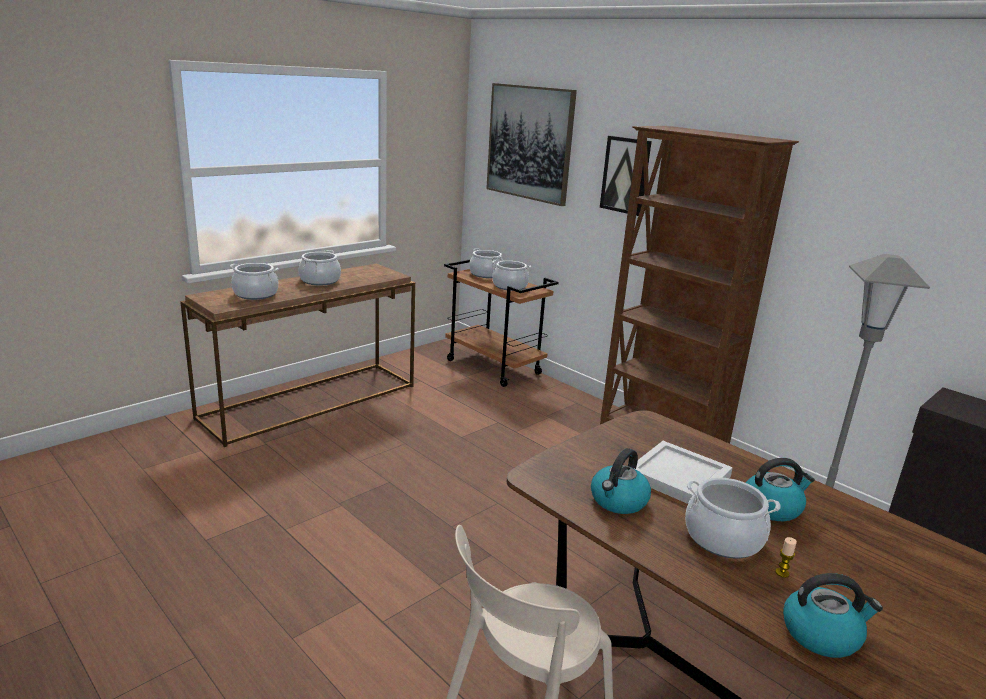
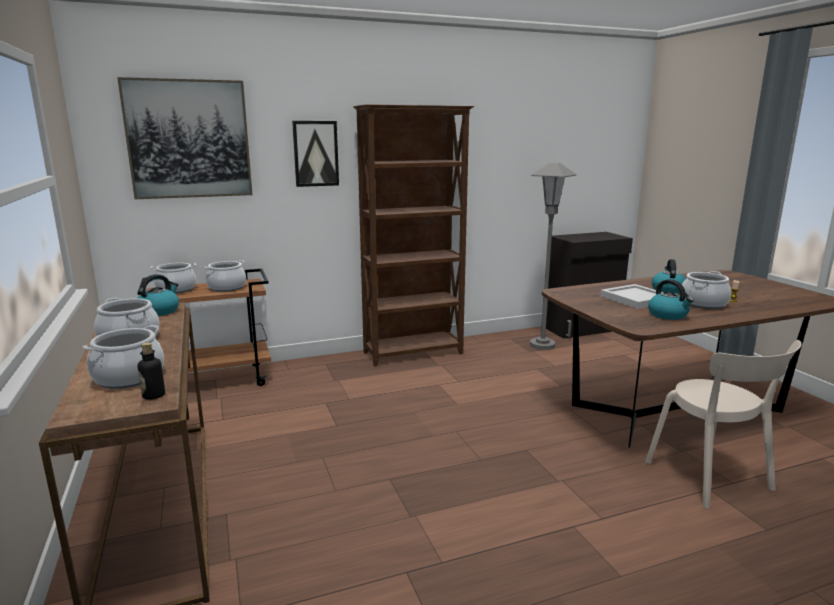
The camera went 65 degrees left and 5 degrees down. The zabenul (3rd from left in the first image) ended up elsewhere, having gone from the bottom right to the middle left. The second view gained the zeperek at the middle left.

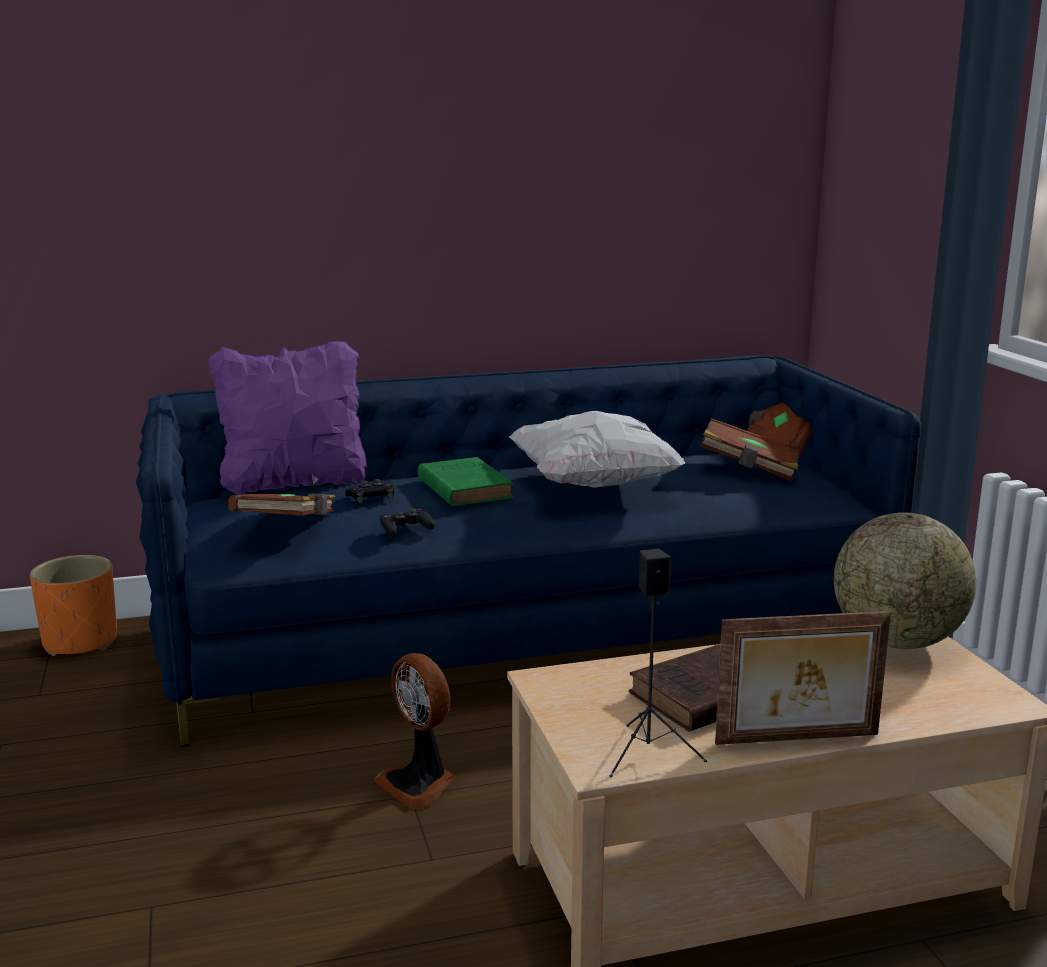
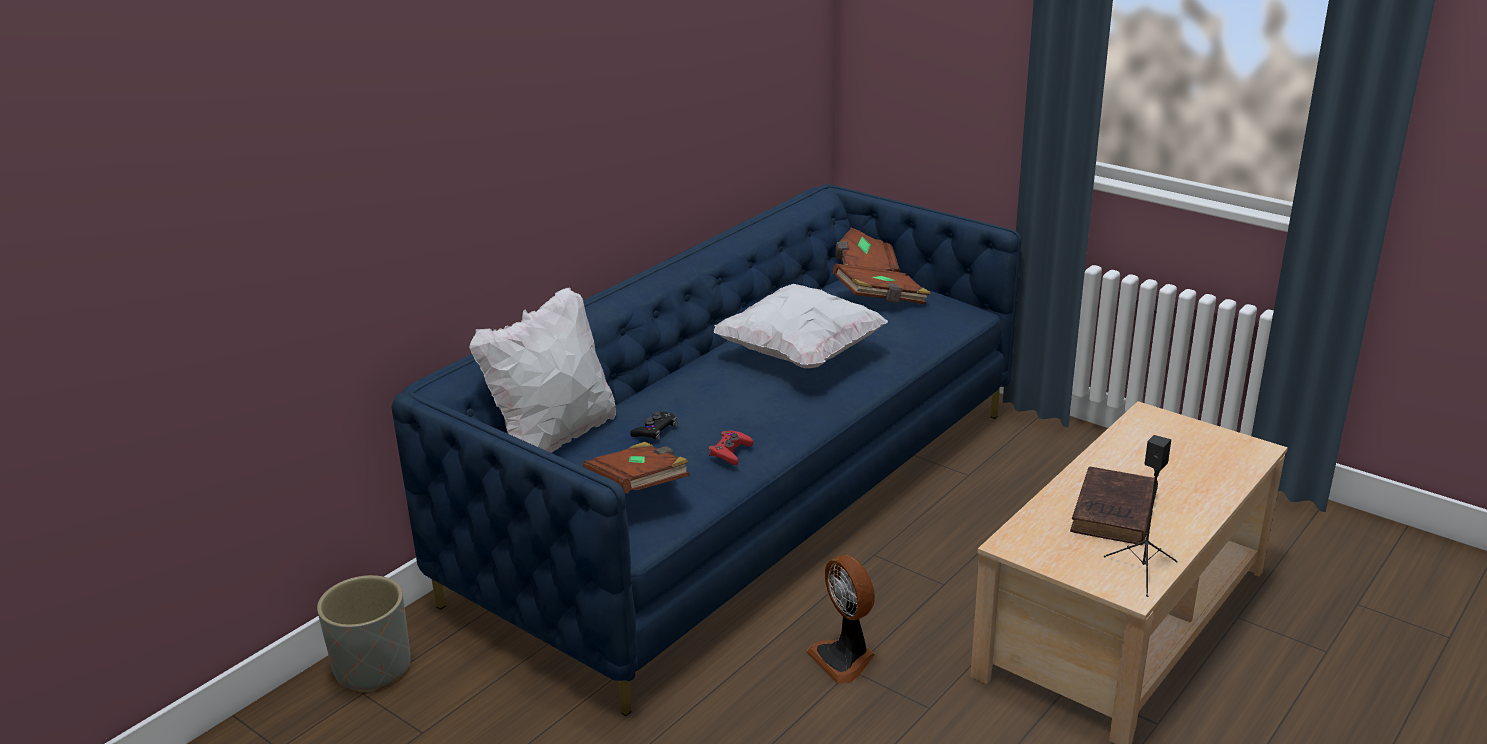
The camera went 35 degrees left and 10 degrees up. What was the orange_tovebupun at the middle left turned into the grey_tovebupun at the bottom left. What was the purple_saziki at the middle left turned into the white_saziki (1st from left) at the centre. What was the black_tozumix (2nd from left) at the centre turned into the red_tozumix at the centre. The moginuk at the bottom centre ended up facing another way, 45 degrees clockwise from before. The second view lost the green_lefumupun at the centre. The second view lost the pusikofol at the bottom right. The second view lost the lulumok at the middle right.

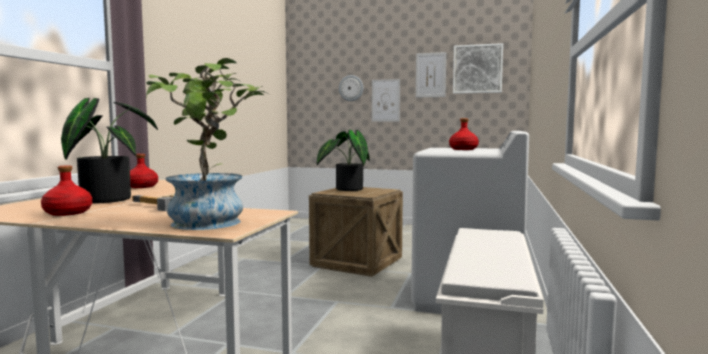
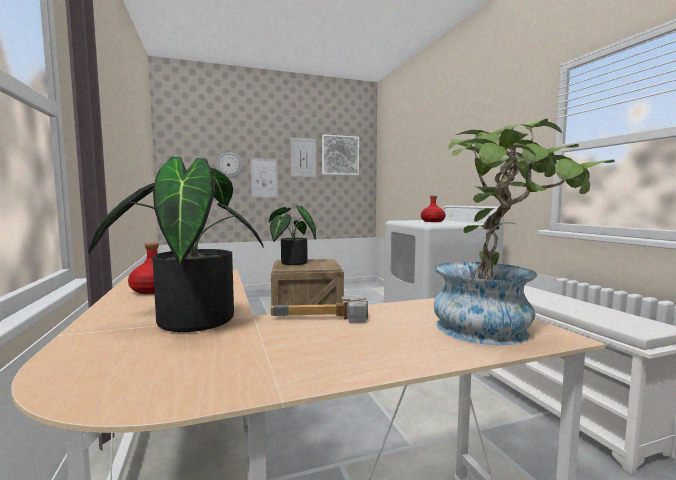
The camera went 35 degrees left and 0 degrees up. The second view lost the red_zeperek (1st from left) at the middle left.

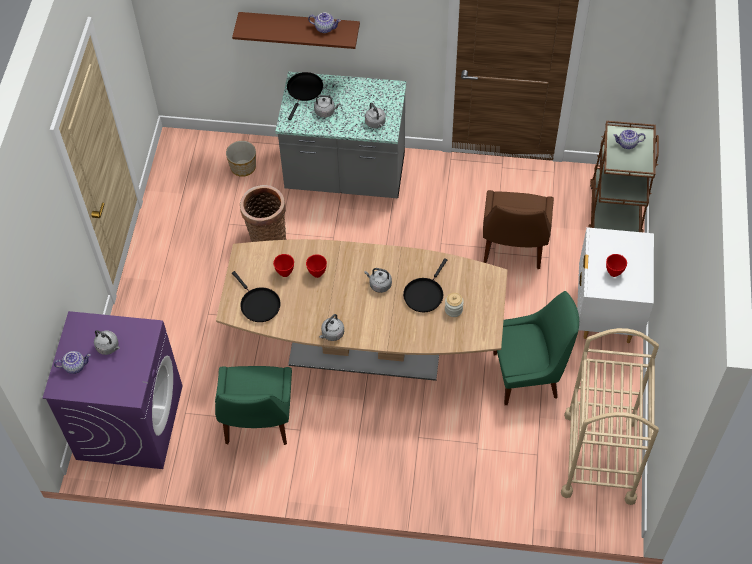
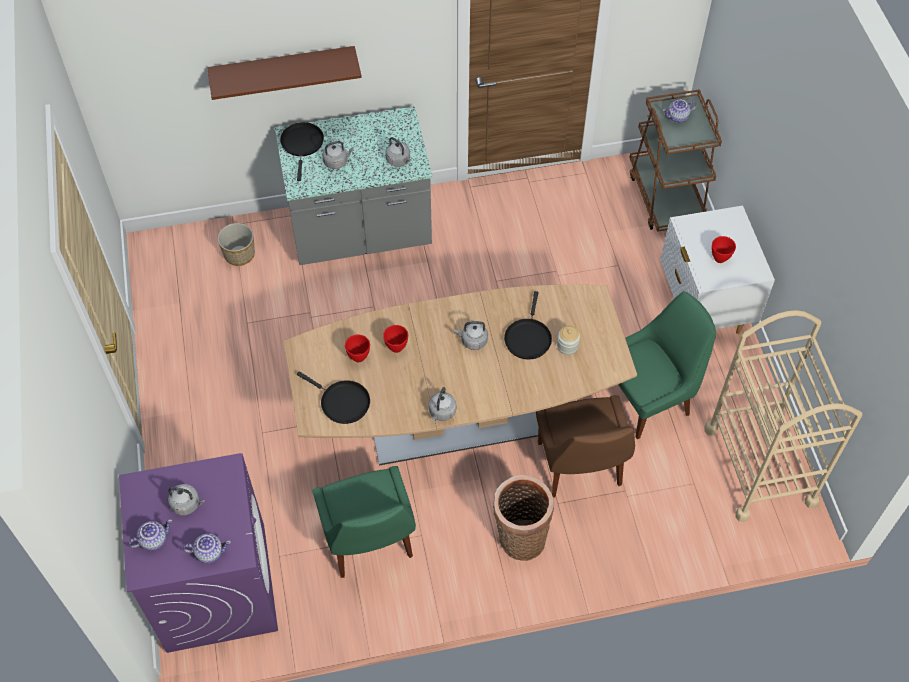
The camera went 20 degrees left and 0 degrees up. The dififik (2nd from left) ended up elsewhere, having gone from the top centre to the bottom left. The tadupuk ended up elsewhere, having gone from the centre to the bottom centre. The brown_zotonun ended up elsewhere, having gone from the middle right to the centre.

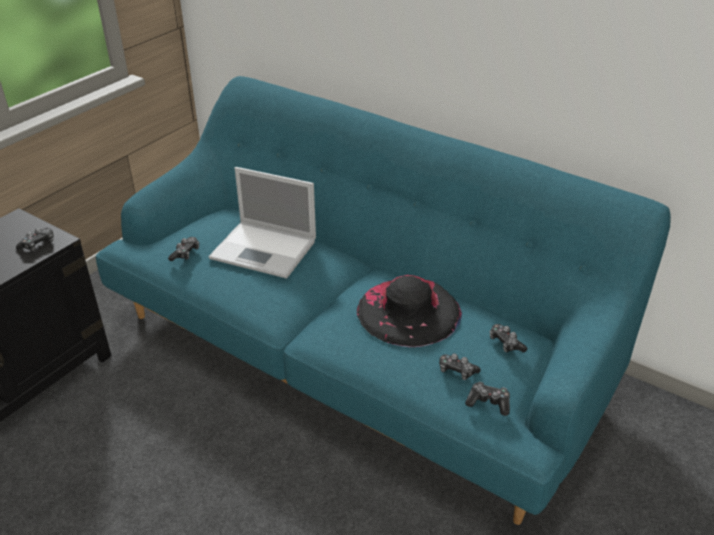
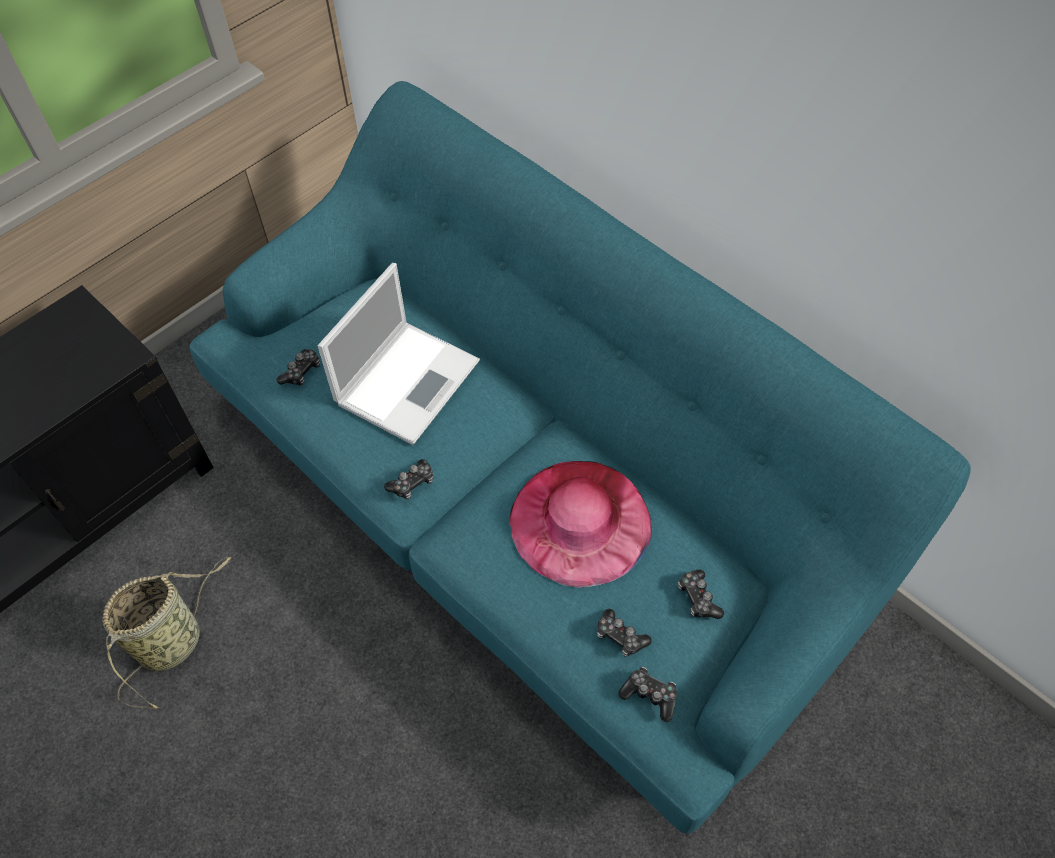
The camera went 10 degrees right and 20 degrees up. The second view gained the tadupuk at the bottom left. The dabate at the centre ended up facing another way, 90 degrees counterclockwise from before. The tozumix (1st from left in the first image) ended up elsewhere, having gone from the middle left to the centre. What was the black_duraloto at the centre turned into the pink_duraloto at the centre.

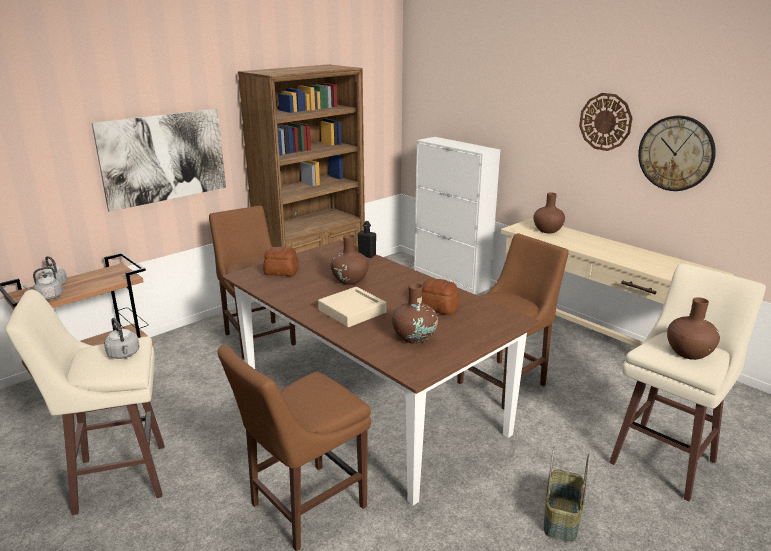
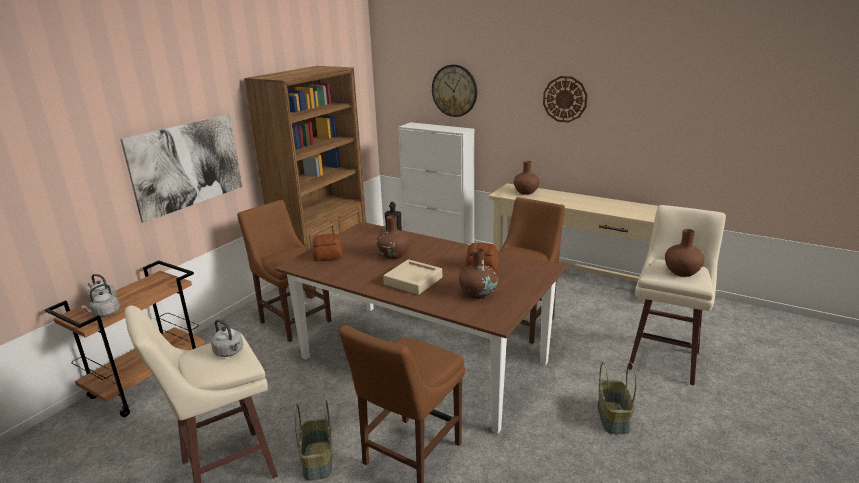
The camera went 15 degrees left and 0 degrees up. The second view gained the tadupuk (1st from left) at the bottom centre. The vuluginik (2nd from left in the first image) ended up elsewhere, having gone from the top right to the top centre.

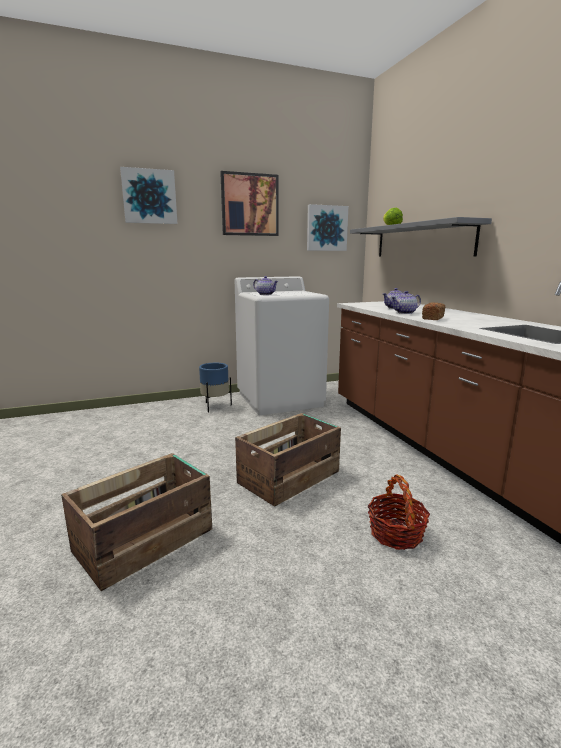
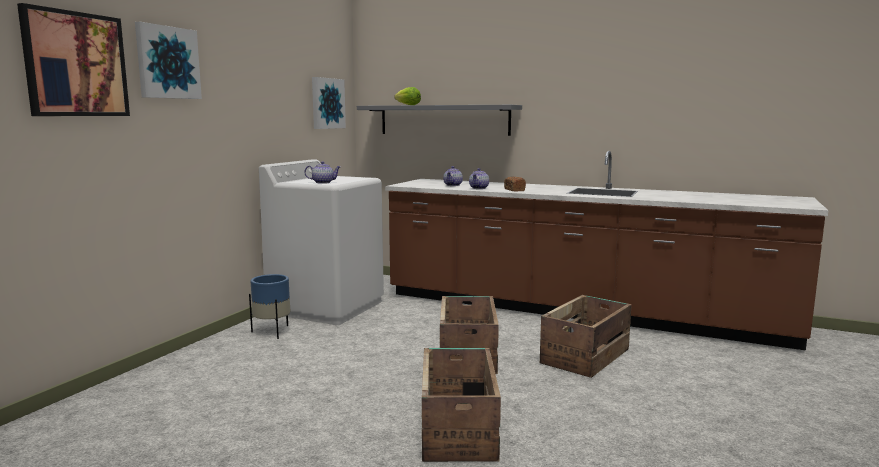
The camera went 45 degrees left and 5 degrees down. The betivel (2nd from left in the first image) ended up elsewhere, having gone from the top centre to the top left. Where the tadupuk stood at the bottom right, the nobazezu (3rd from left) came to stand at the bottom right.

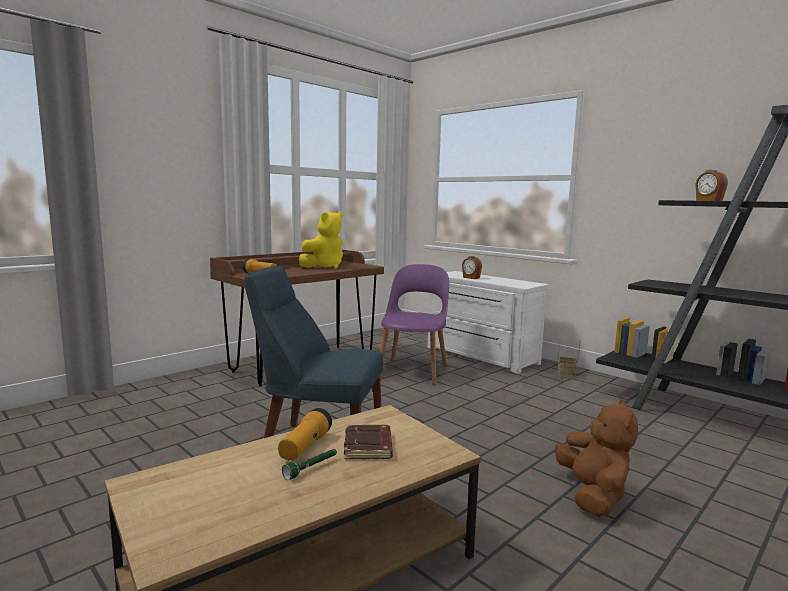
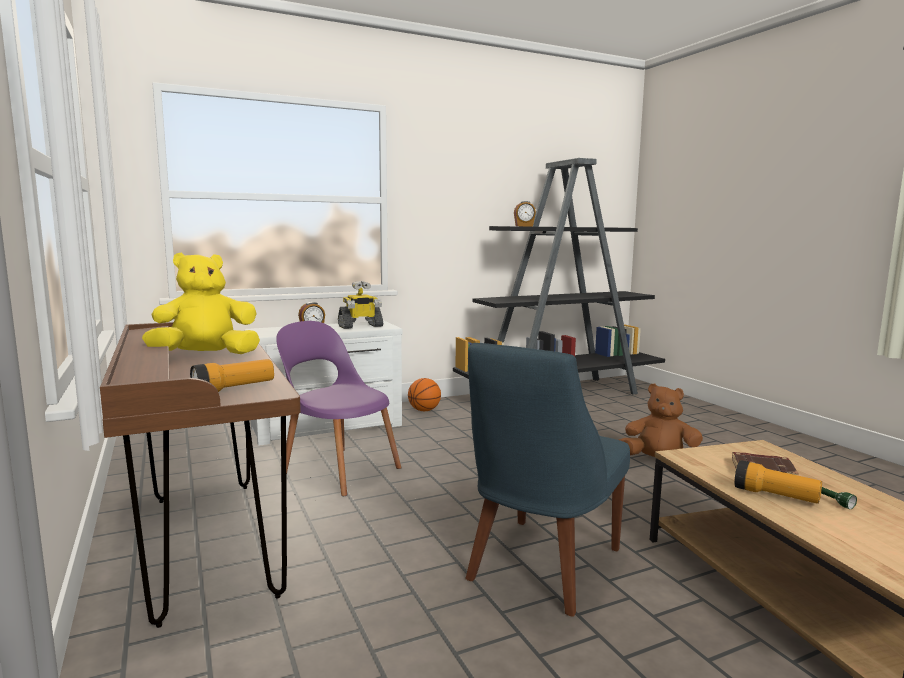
The camera went 70 degrees left and 0 degrees up. The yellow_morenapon at the centre ended up facing another way, 90 degrees counterclockwise from before. The second view gained the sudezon at the centre. Where the tadupuk stood at the middle right, the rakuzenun came to stand at the centre.

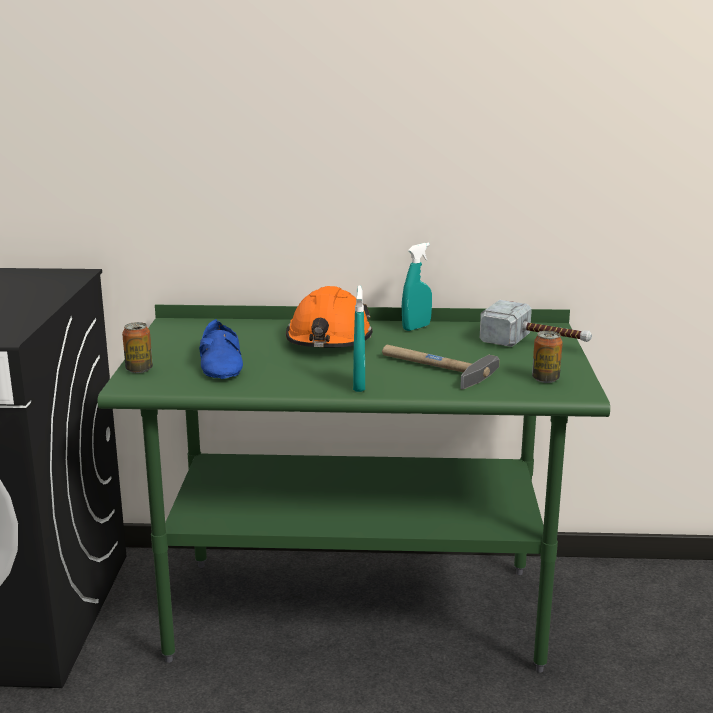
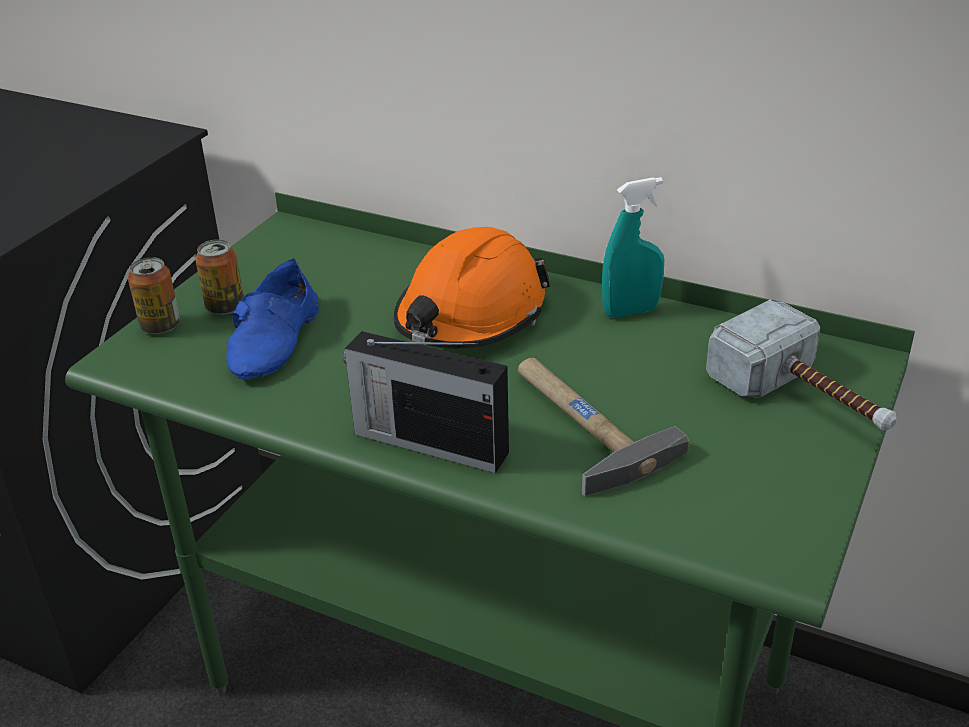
The camera went 25 degrees right and 15 degrees up. The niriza (2nd from left) ended up elsewhere, having gone from the middle right to the middle left. Where the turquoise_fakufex (1st from left) stood at the centre, the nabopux came to stand at the centre.

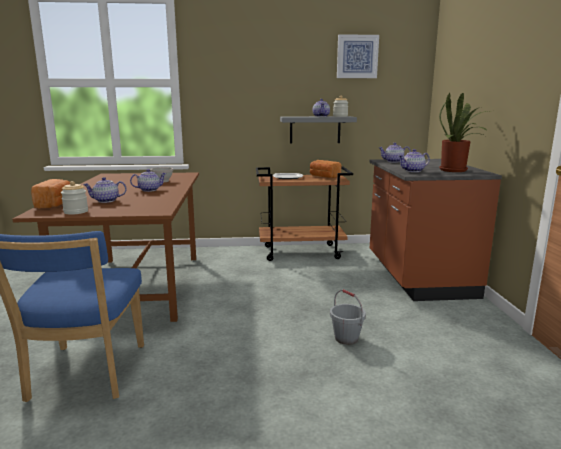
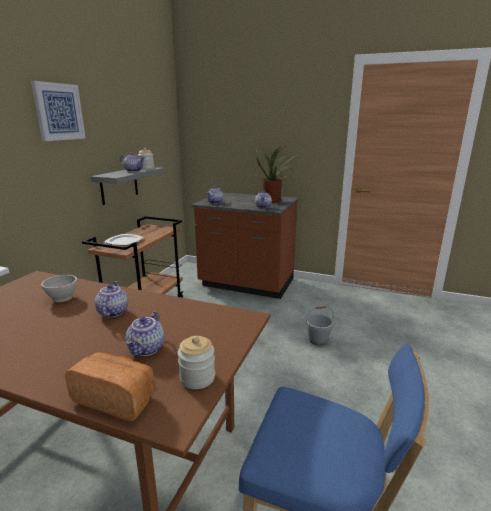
The camera went 65 degrees left and 5 degrees up. The betivel ended up elsewhere, having gone from the top centre to the top left. The second view lost the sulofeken (2nd from left) at the centre.

